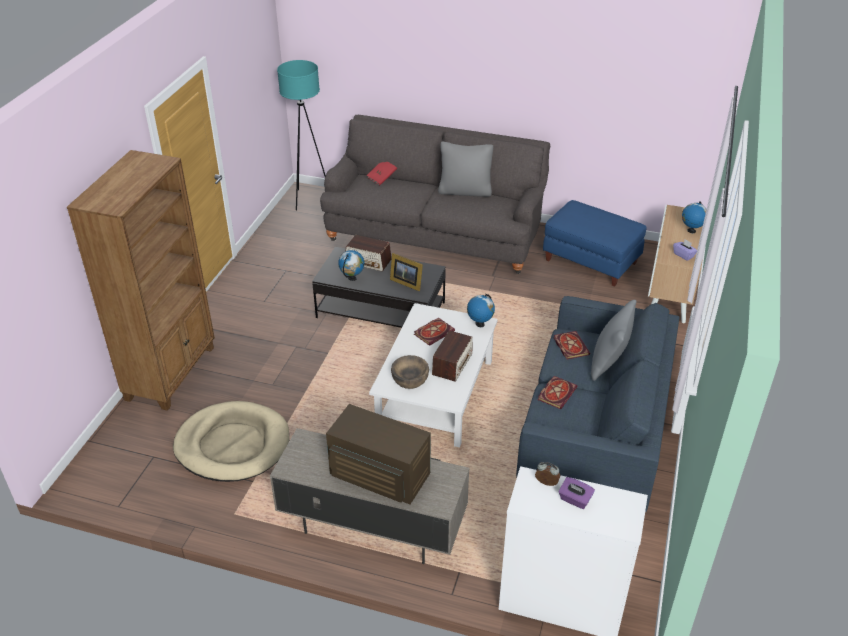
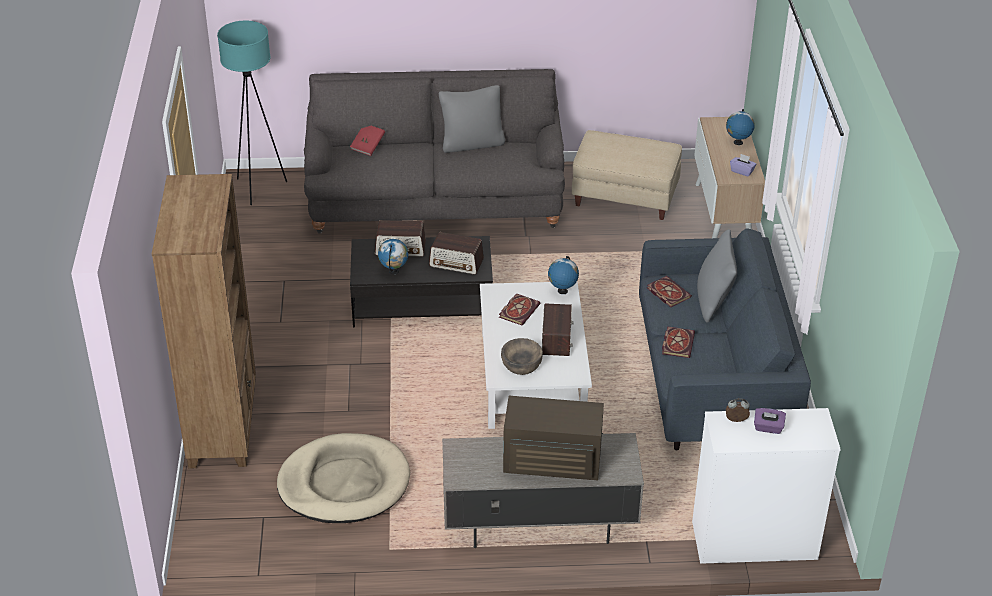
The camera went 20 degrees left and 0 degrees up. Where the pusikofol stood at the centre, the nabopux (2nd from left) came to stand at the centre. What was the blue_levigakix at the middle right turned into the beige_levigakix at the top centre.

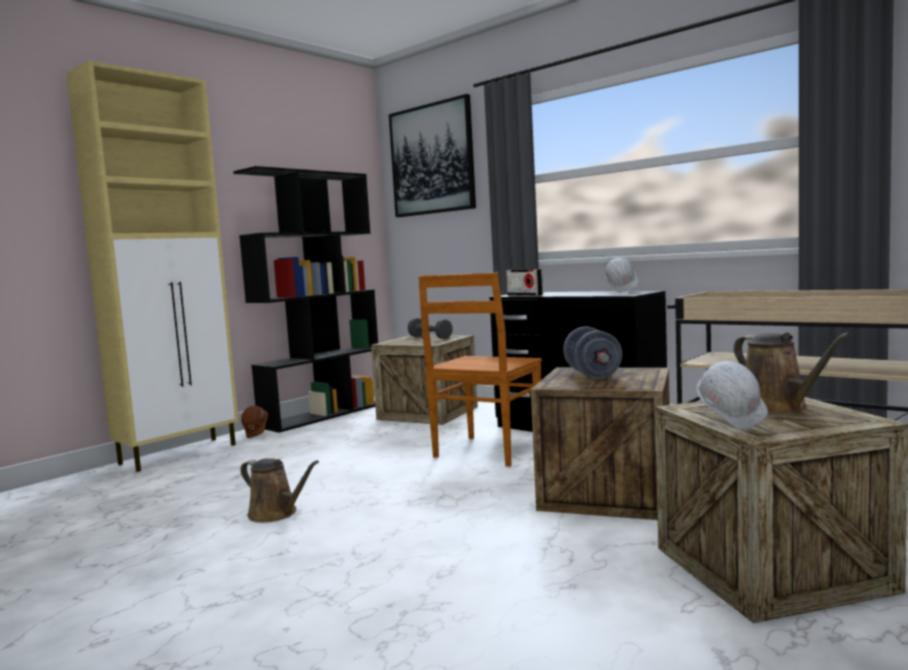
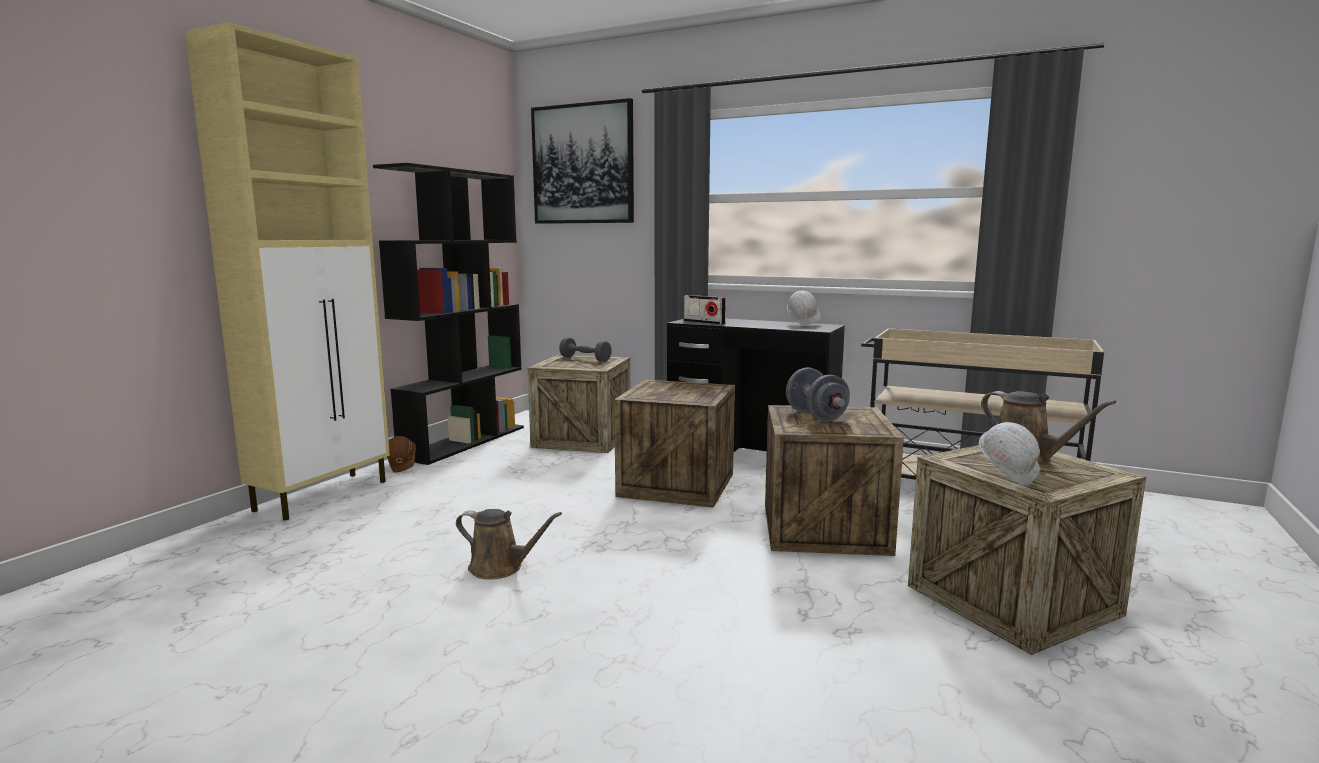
The camera went 15 degrees left and 5 degrees up. Where the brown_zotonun stood at the centre, the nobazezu (2nd from left) came to stand at the centre.

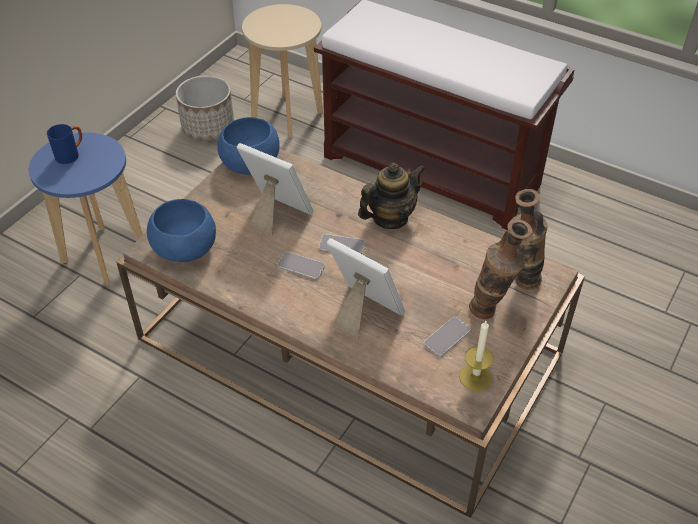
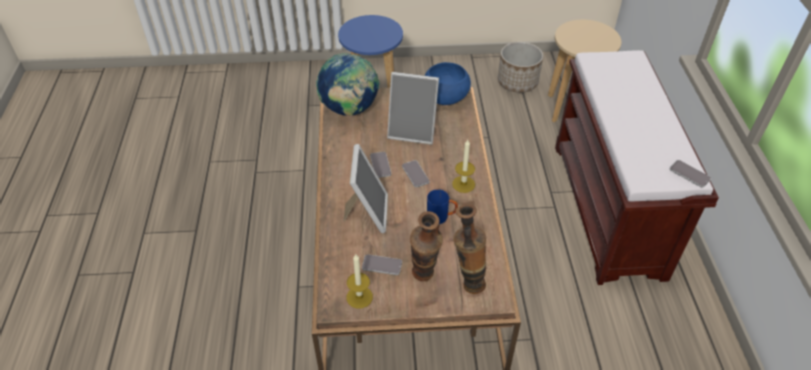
The camera went 55 degrees right and 0 degrees up. Where the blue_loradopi (1st from left) stood at the middle left, the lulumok came to stand at the top centre. The pusikofol (1st from left in the first image) at the centre ended up facing another way, 105 degrees clockwise from before. The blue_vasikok ended up elsewhere, having gone from the top left to the centre. Where the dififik stood at the centre, the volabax (2nd from left) came to stand at the centre. The second view gained the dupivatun (4th from left) at the middle right.

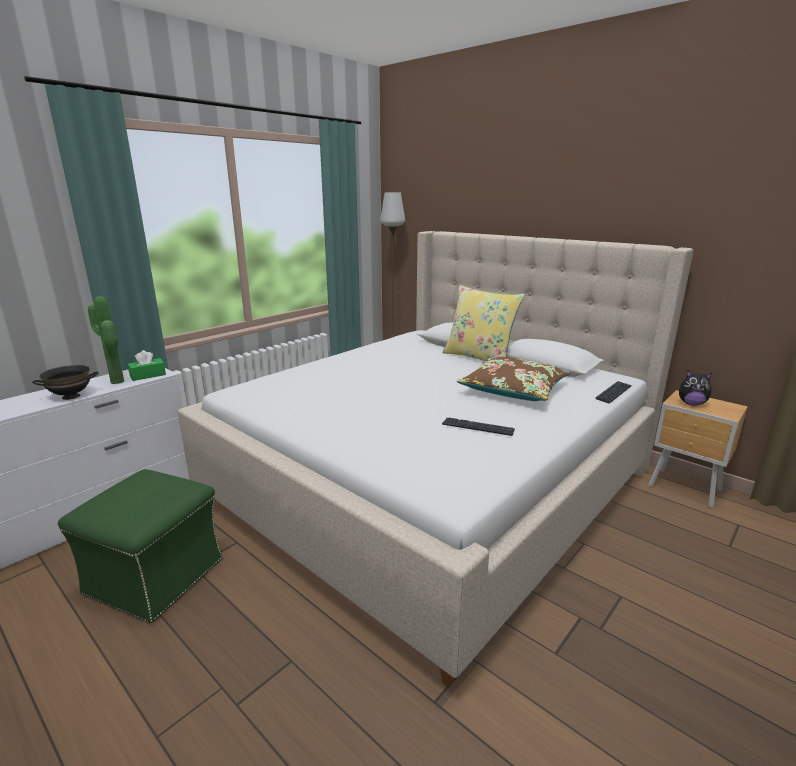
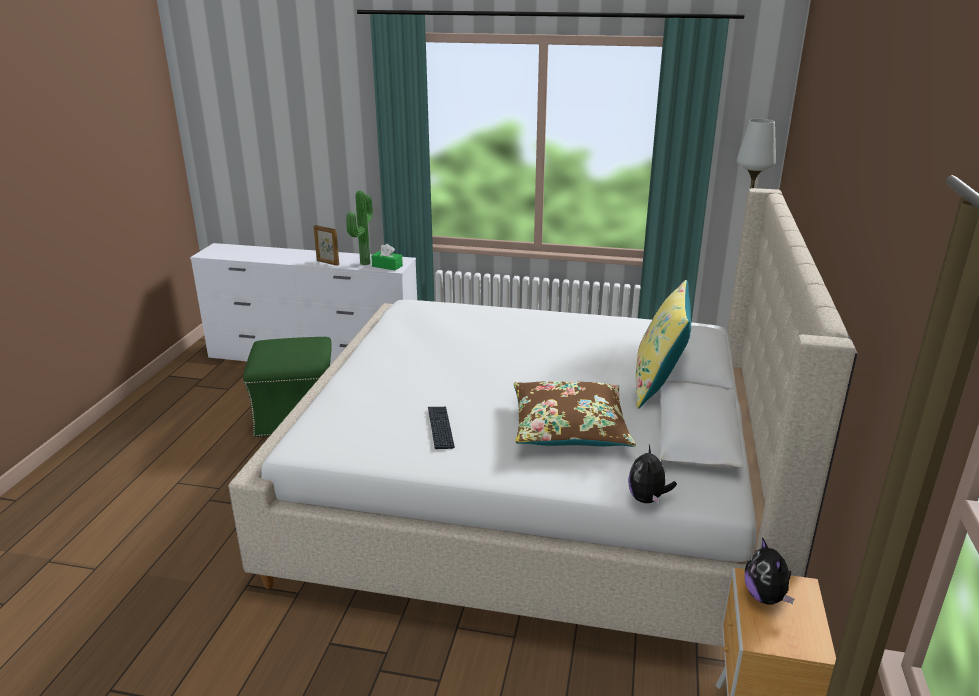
The camera went 60 degrees right and 5 degrees up. Where the black_loradopi stood at the middle left, the pusikofol came to stand at the middle left. Where the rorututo (2nd from left) stood at the middle right, the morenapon (1st from left) came to stand at the bottom centre.

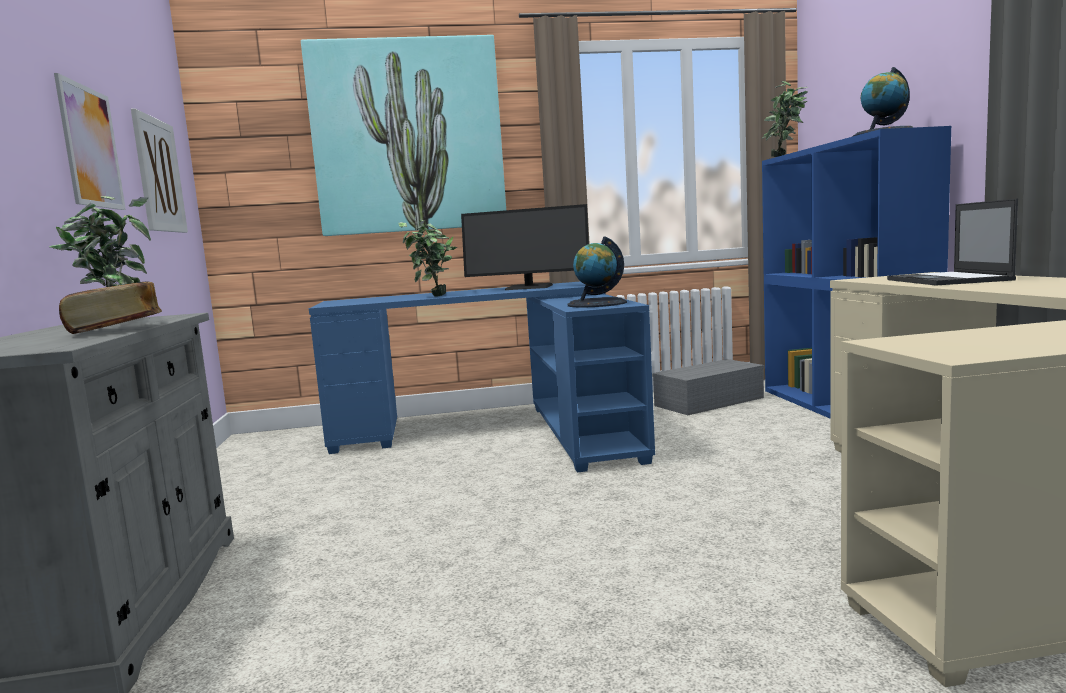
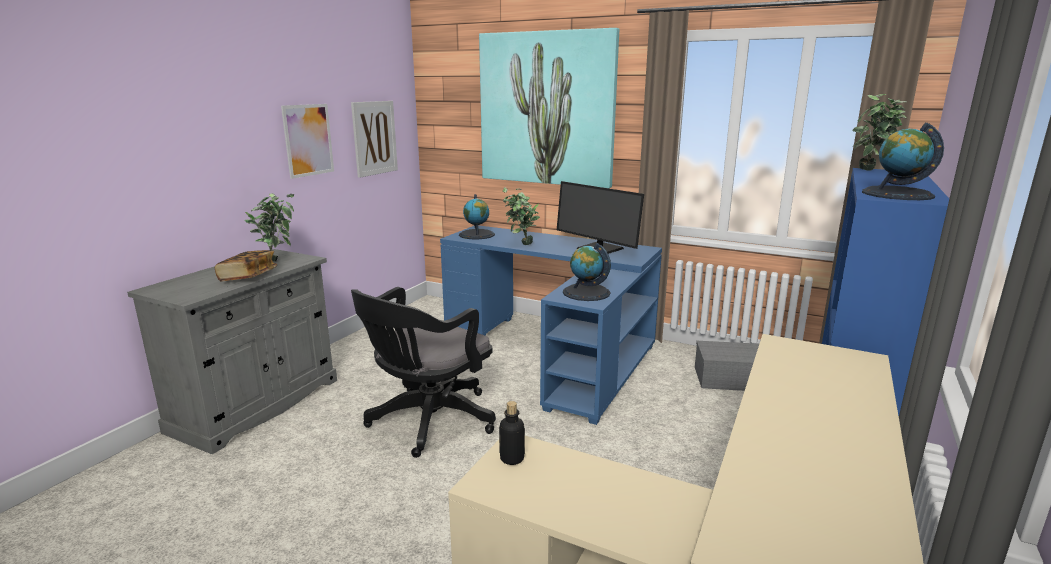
The camera went 35 degrees right and 10 degrees up. The second view gained the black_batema at the centre. The second view gained the lulumok (1st from left) at the centre. The second view gained the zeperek at the bottom centre. The second view lost the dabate at the middle right.

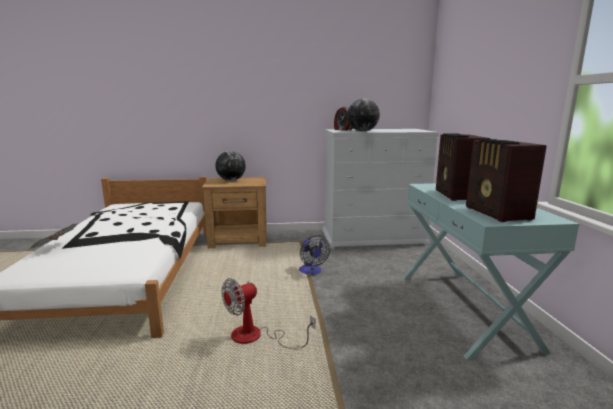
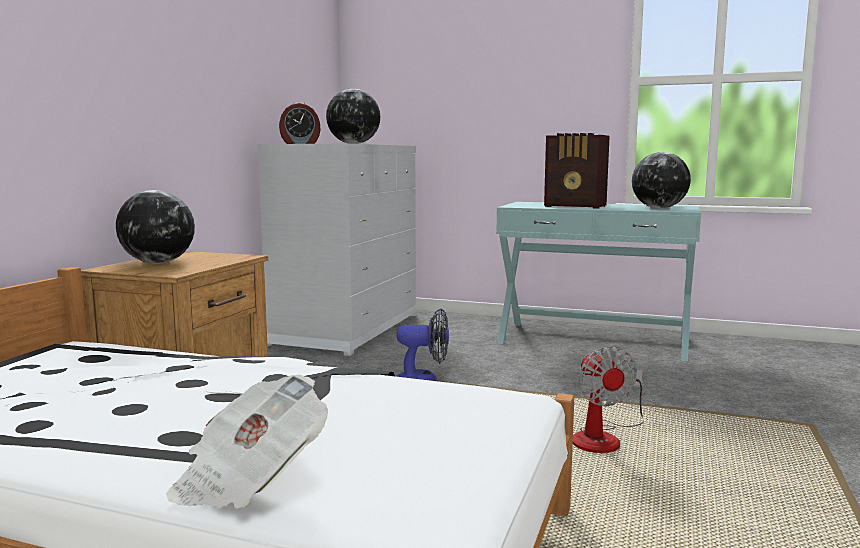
The camera went 65 degrees left and 5 degrees down. Where the nabopux (2nd from left) stood at the middle right, the lulumok (3rd from left) came to stand at the top right.

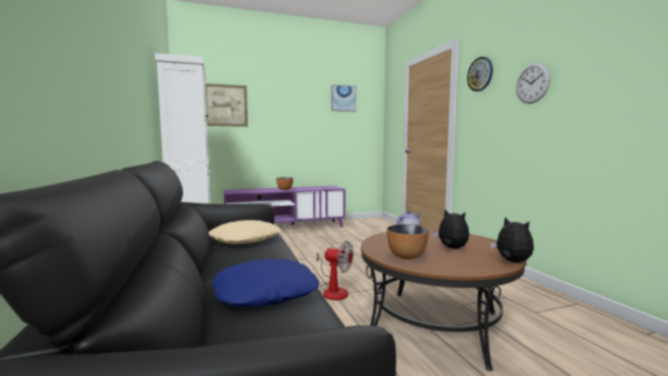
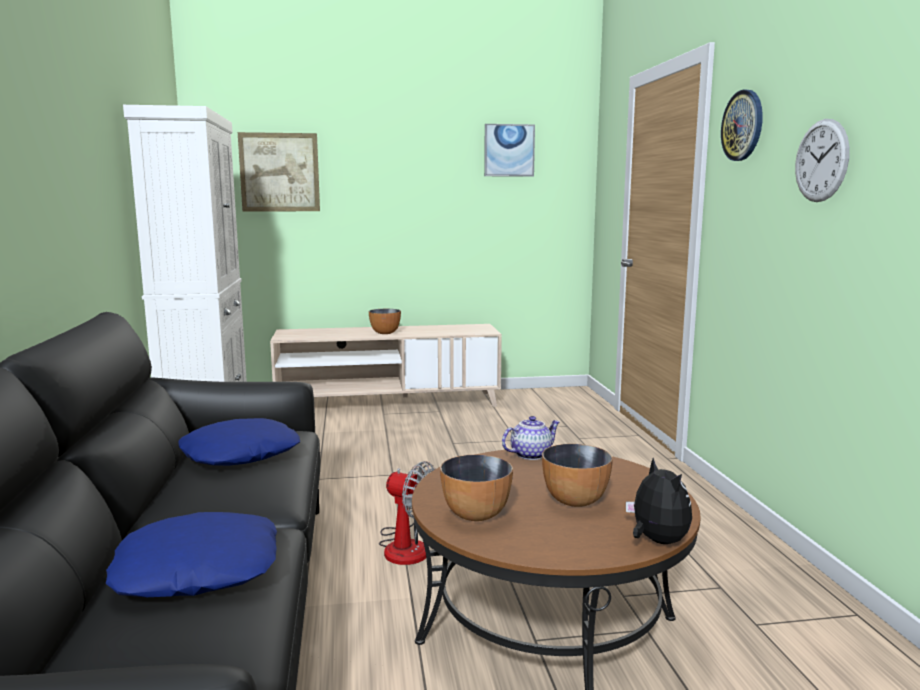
The camera went 10 degrees right and 5 degrees up. What was the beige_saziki at the centre turned into the blue_saziki (2nd from left) at the middle left. What was the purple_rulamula at the centre turned into the beige_rulamula at the centre. Where the morenapon (1st from left) stood at the middle right, the loradopi (3rd from left) came to stand at the bottom centre.

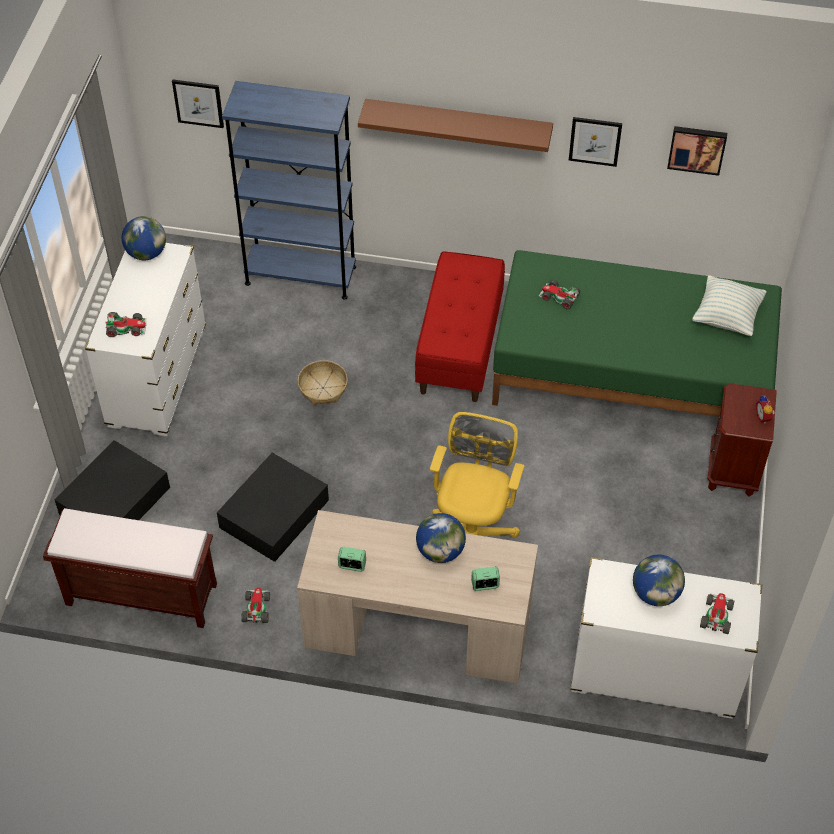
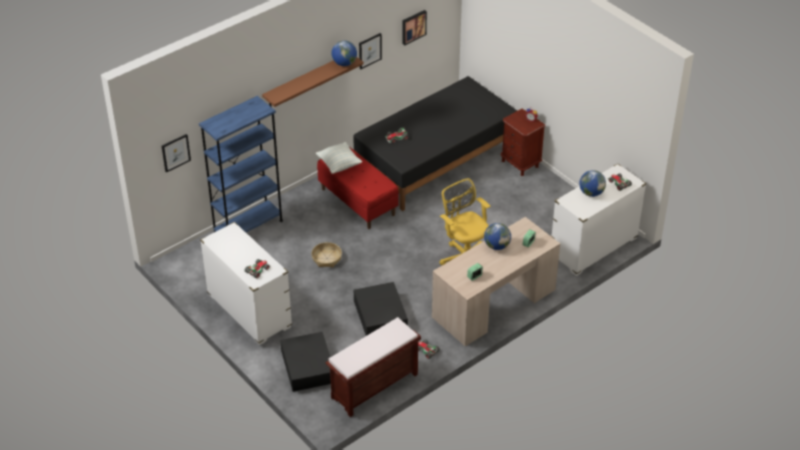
The camera went 50 degrees left and 10 degrees down. The saziki ended up elsewhere, having gone from the middle right to the centre. The lulumok (1st from left) ended up elsewhere, having gone from the top left to the top centre. What was the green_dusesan at the middle right turned into the black_dusesan at the top centre.

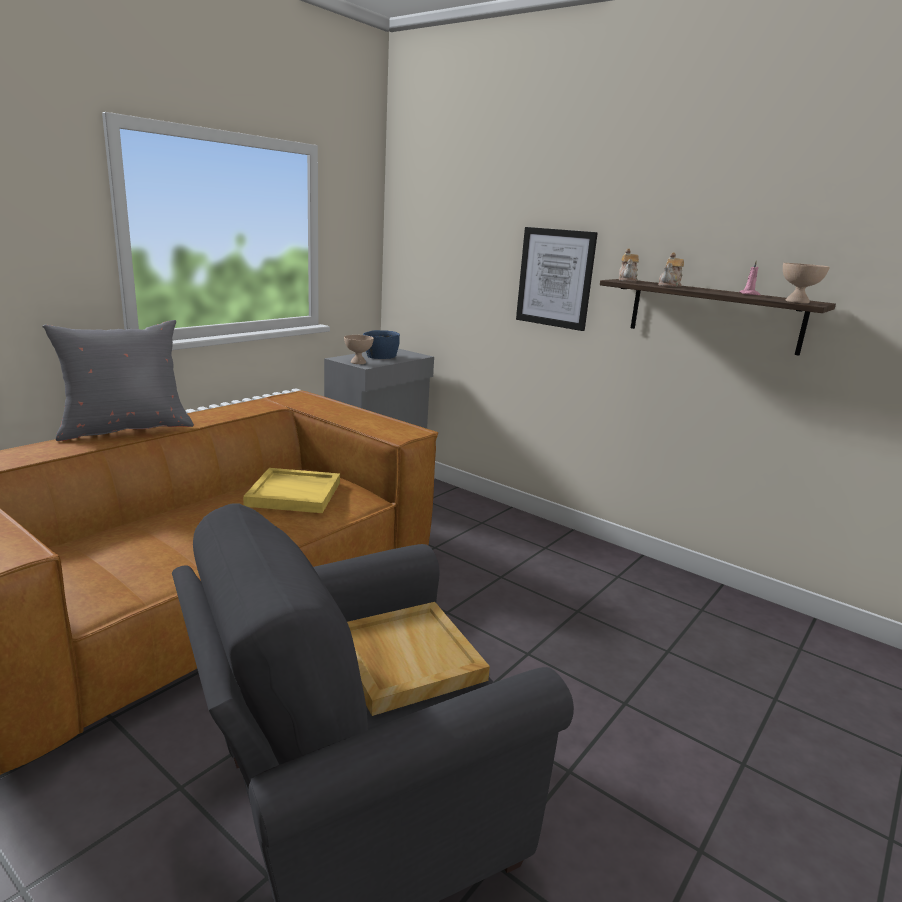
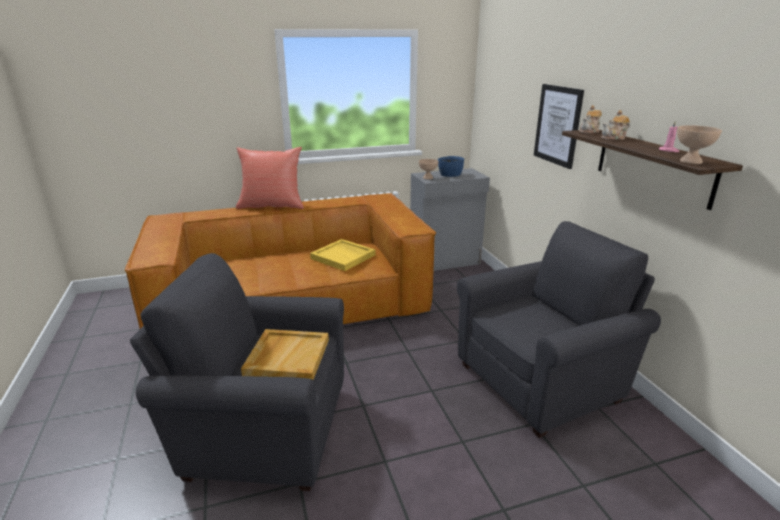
The camera went 35 degrees right and 5 degrees up. What was the grey_saziki at the middle left turned into the red_saziki at the centre. The second view gained the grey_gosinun (2nd from left) at the middle right.

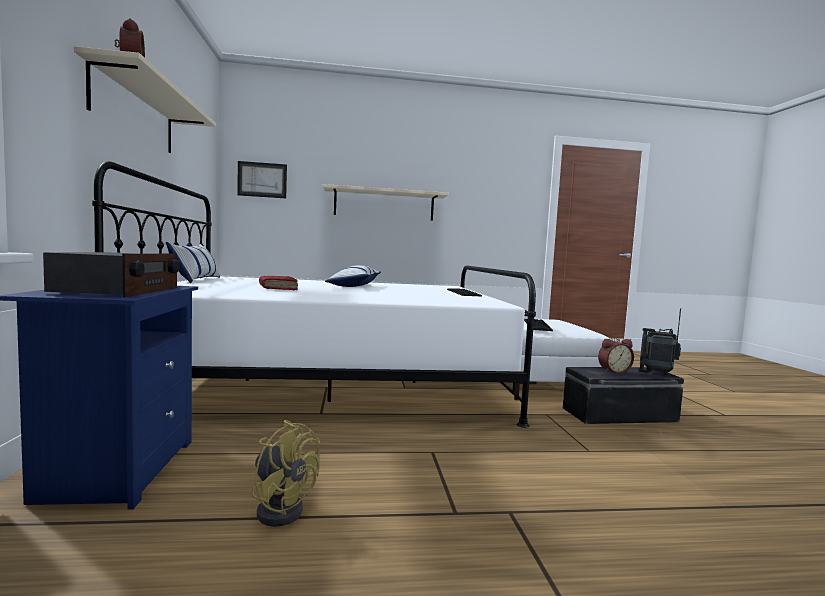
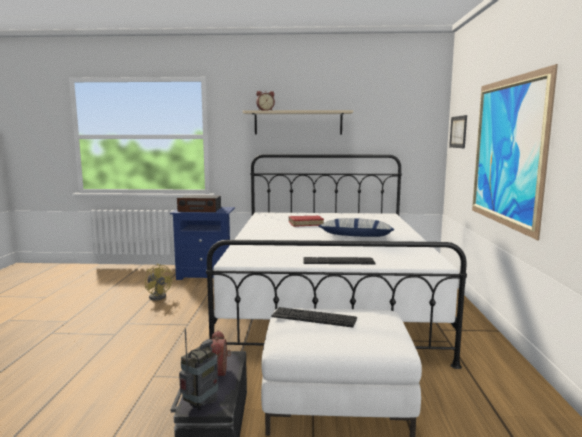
The camera went 100 degrees right and 5 degrees up. The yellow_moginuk at the bottom centre ended up facing another way, 90 degrees counterclockwise from before. Where the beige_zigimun (2nd from left) hung at the centre, the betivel (2nd from left) came to hang at the middle right. The second view lost the saziki (1st from left) at the middle left.

